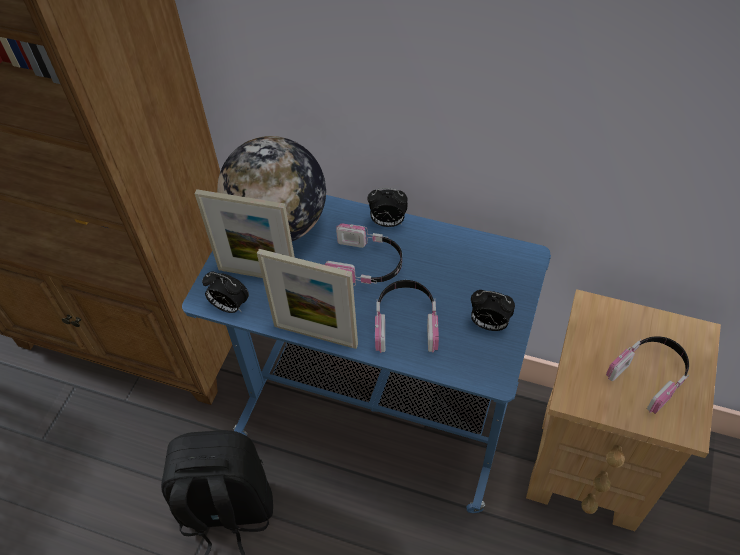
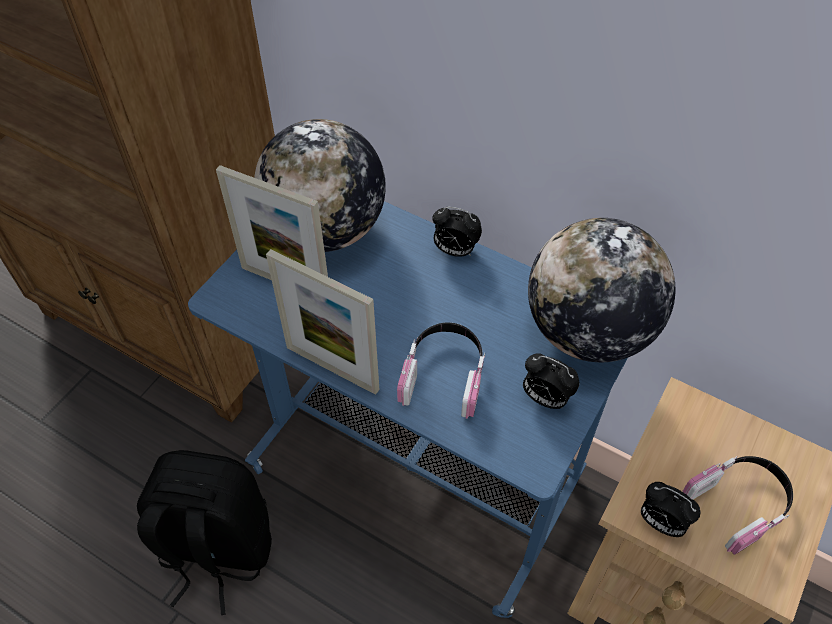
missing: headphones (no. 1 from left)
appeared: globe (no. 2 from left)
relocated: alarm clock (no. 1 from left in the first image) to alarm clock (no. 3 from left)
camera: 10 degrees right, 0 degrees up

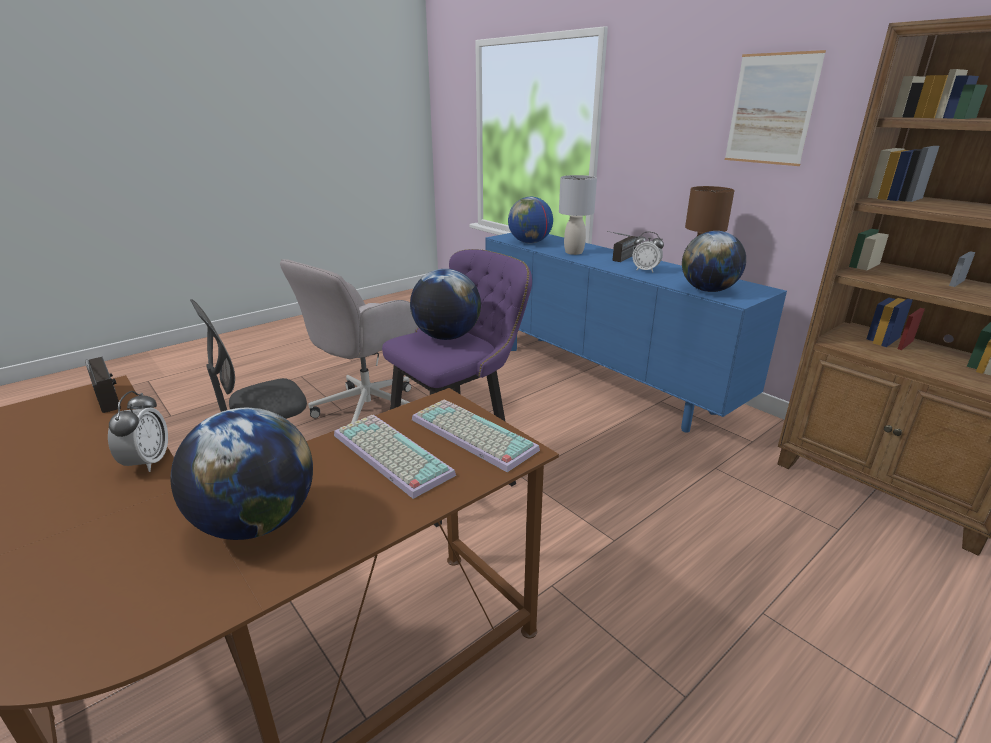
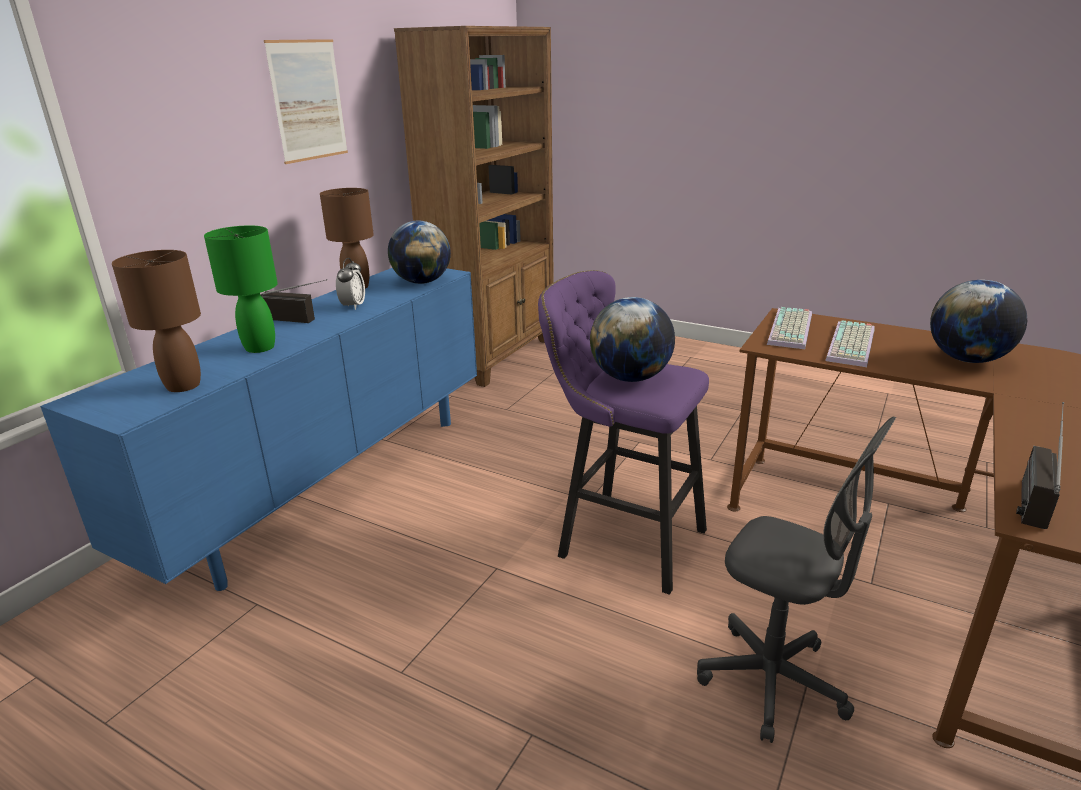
missing: alarm clock (no. 1 from left); grey office chair (no. 2 from left)
exchanged: globe (no. 3 from left) to brown table lamp (no. 1 from left)
colour: grey table lamp to green table lamp
camera: 110 degrees left, 0 degrees up

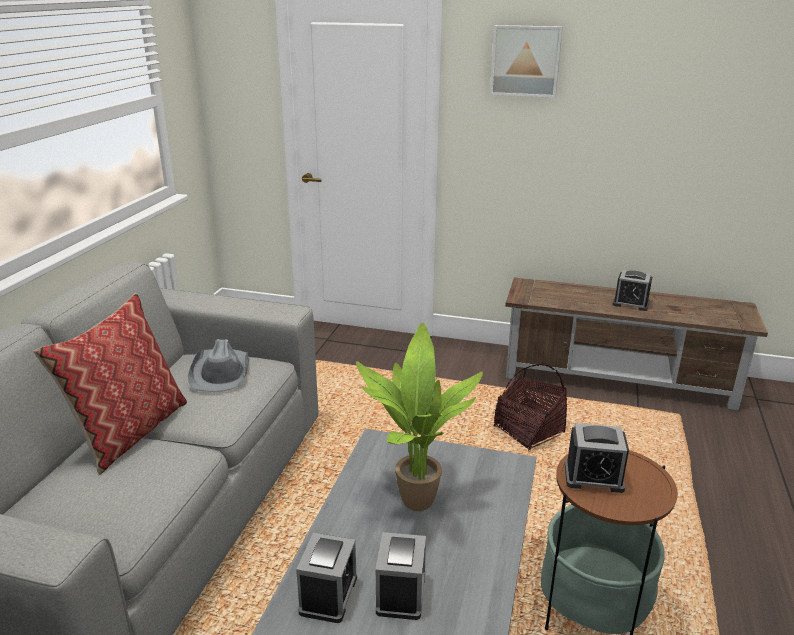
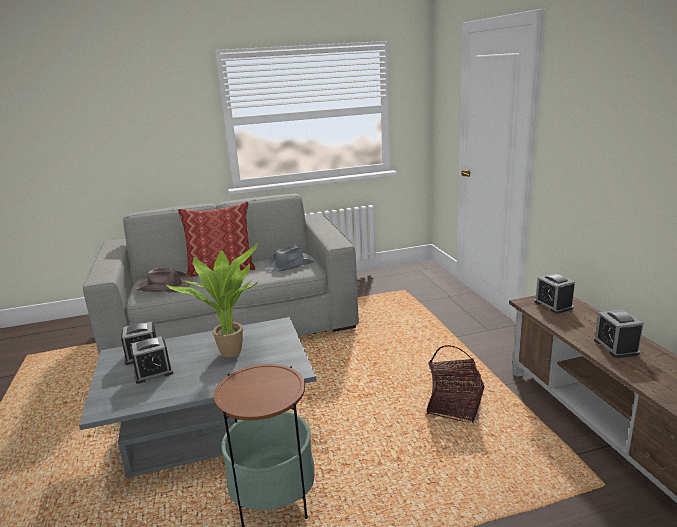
missing: picture
appeared: brown hat
relocated: alarm clock (no. 3 from left)
camera: 60 degrees right, 5 degrees down

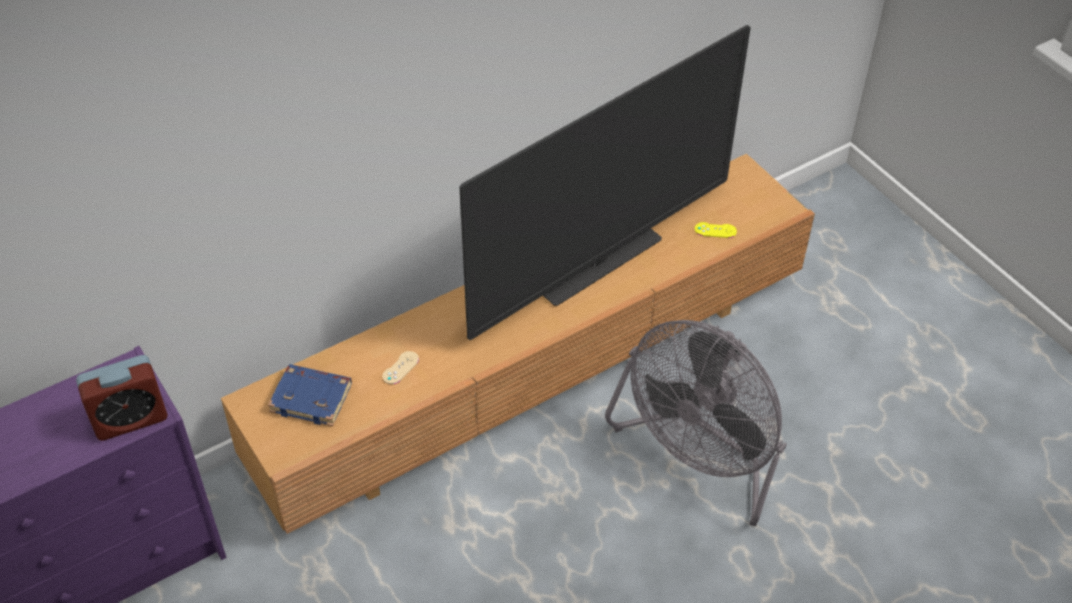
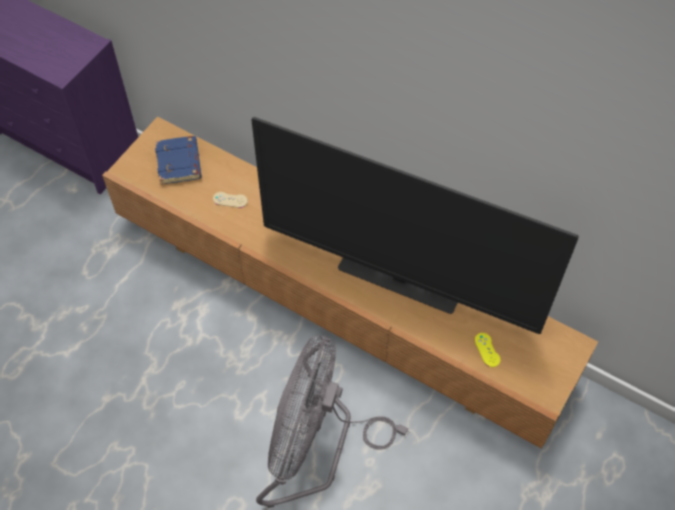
missing: alarm clock
camera: 65 degrees right, 10 degrees up

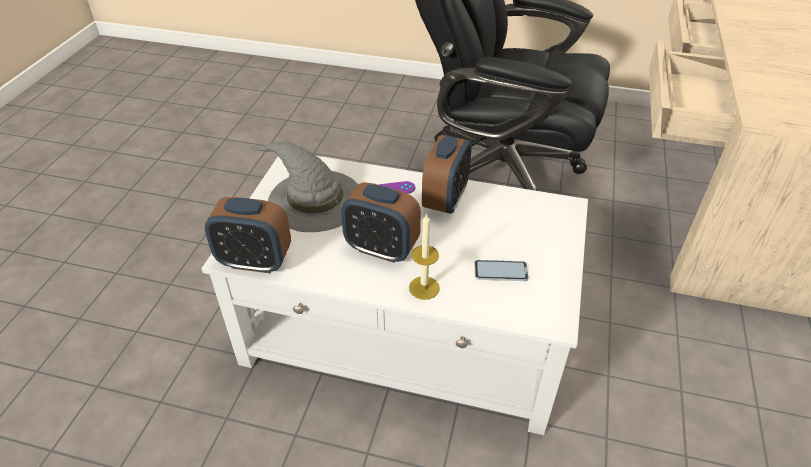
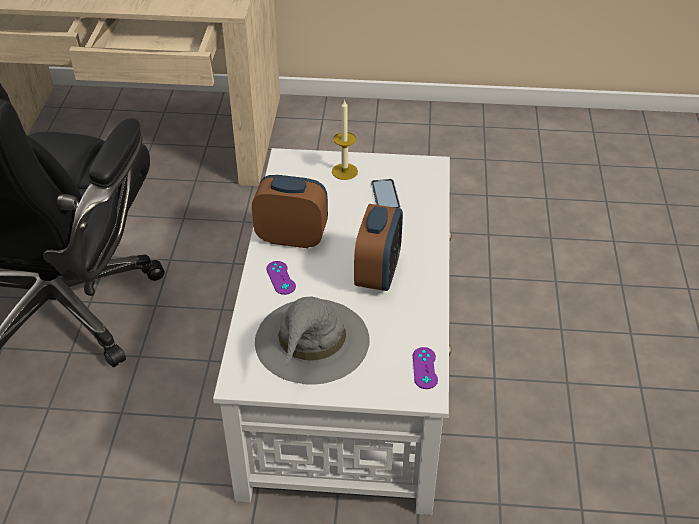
relocated: candle
exchanged: alarm clock (no. 1 from left) to purple game controller (no. 2 from left)
camera: 100 degrees left, 0 degrees up

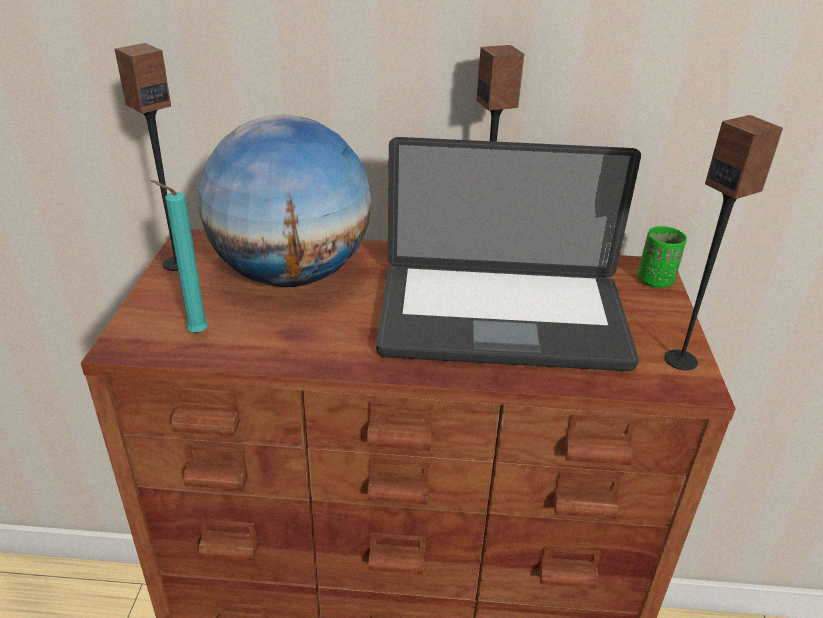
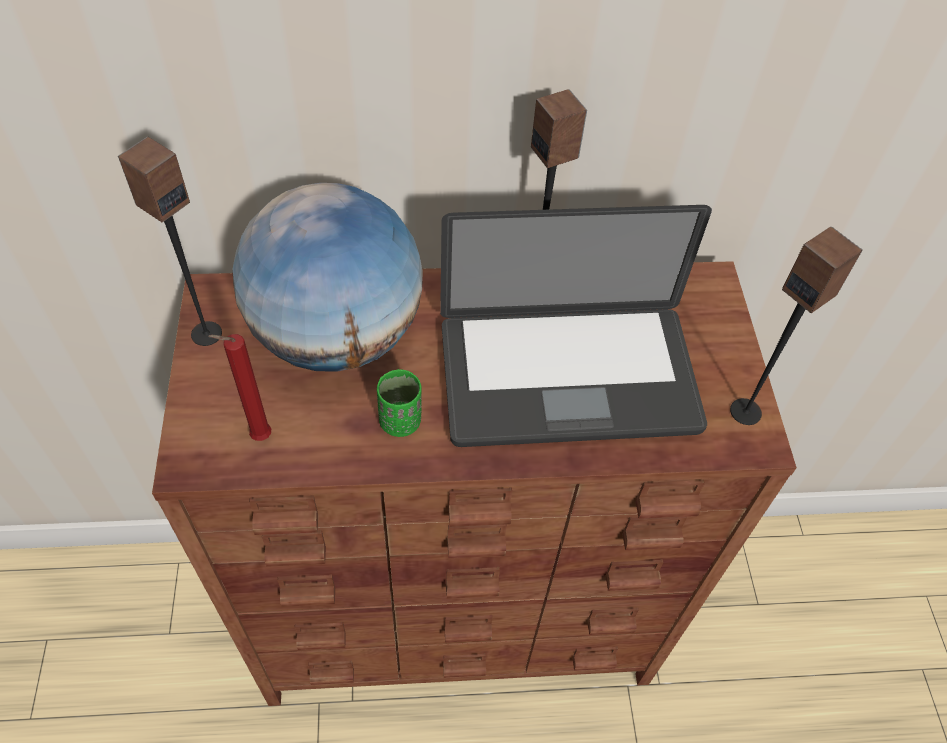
relocated: green cup
colour: turquoise candle to red candle
camera: 10 degrees left, 20 degrees up

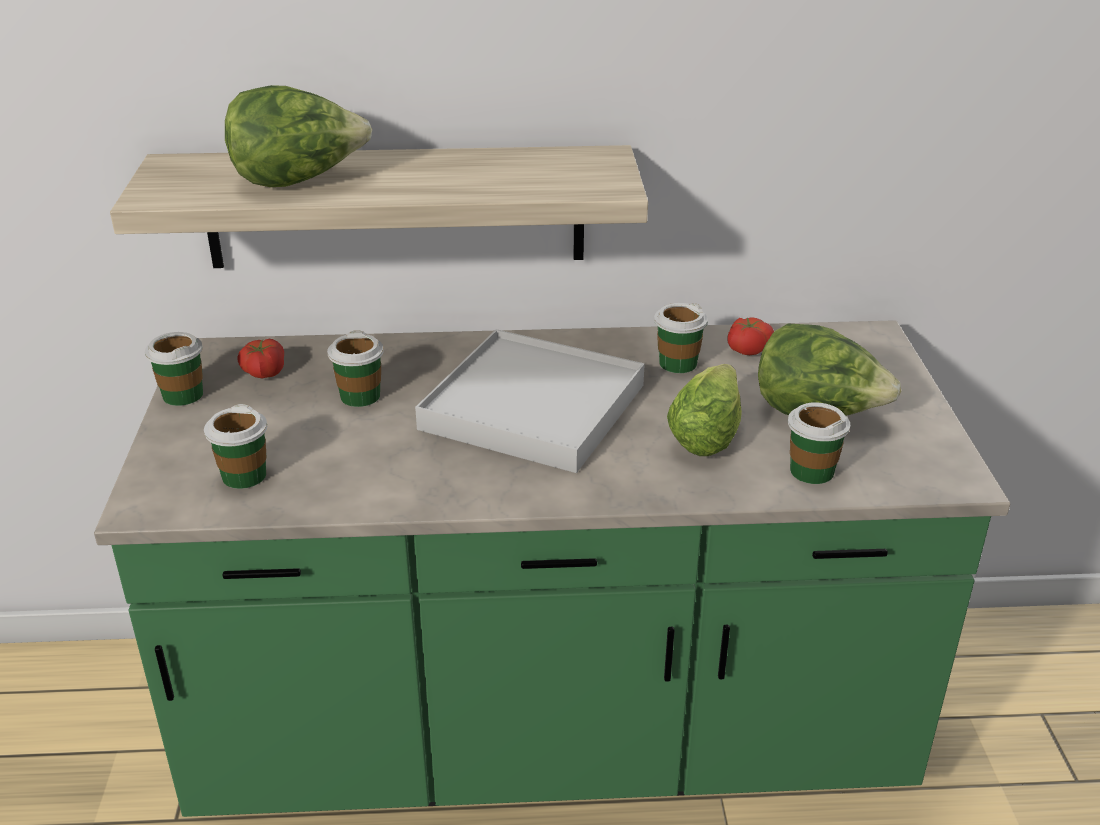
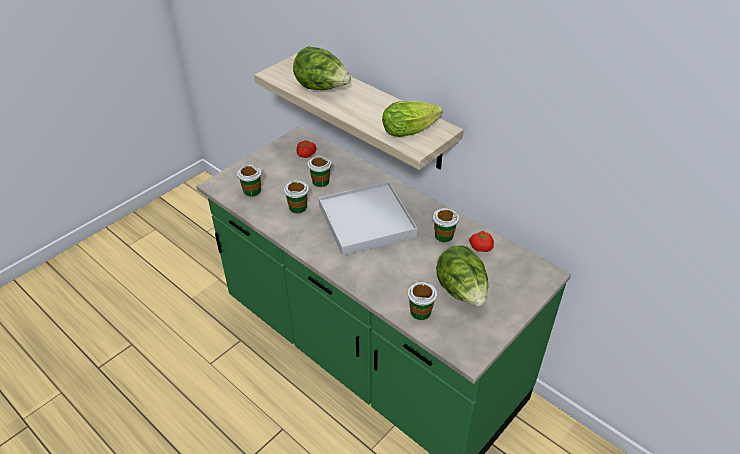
relocated: cup (no. 1 from left in the first image) to cup (no. 2 from left); lettuce (no. 2 from left)
camera: 45 degrees right, 10 degrees up

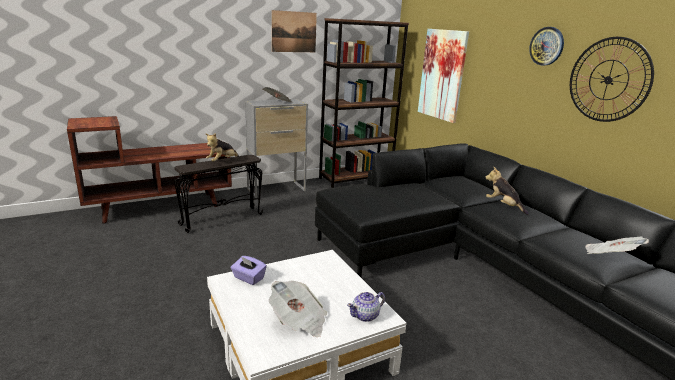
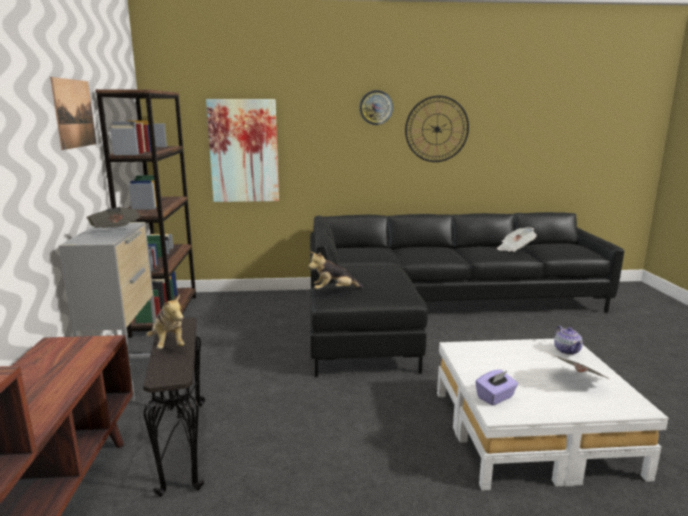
relocated: plush toy (no. 2 from left)
camera: 65 degrees left, 5 degrees down

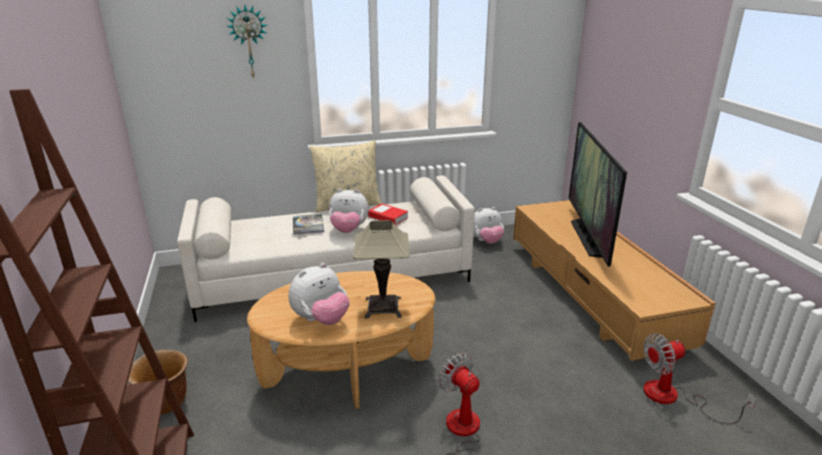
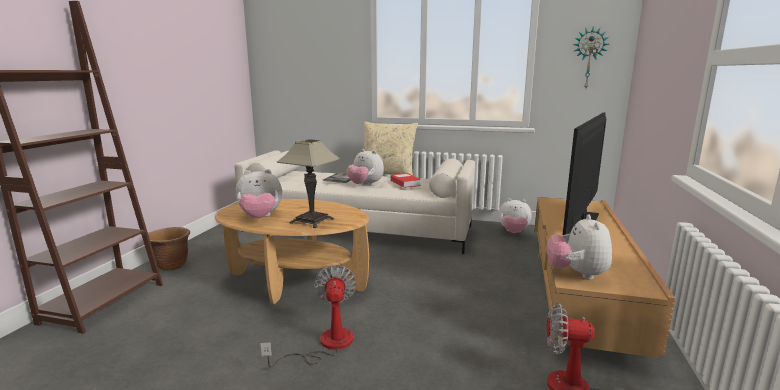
appeared: plush toy (no. 4 from left)
relocated: wall clock
camera: 30 degrees right, 10 degrees down

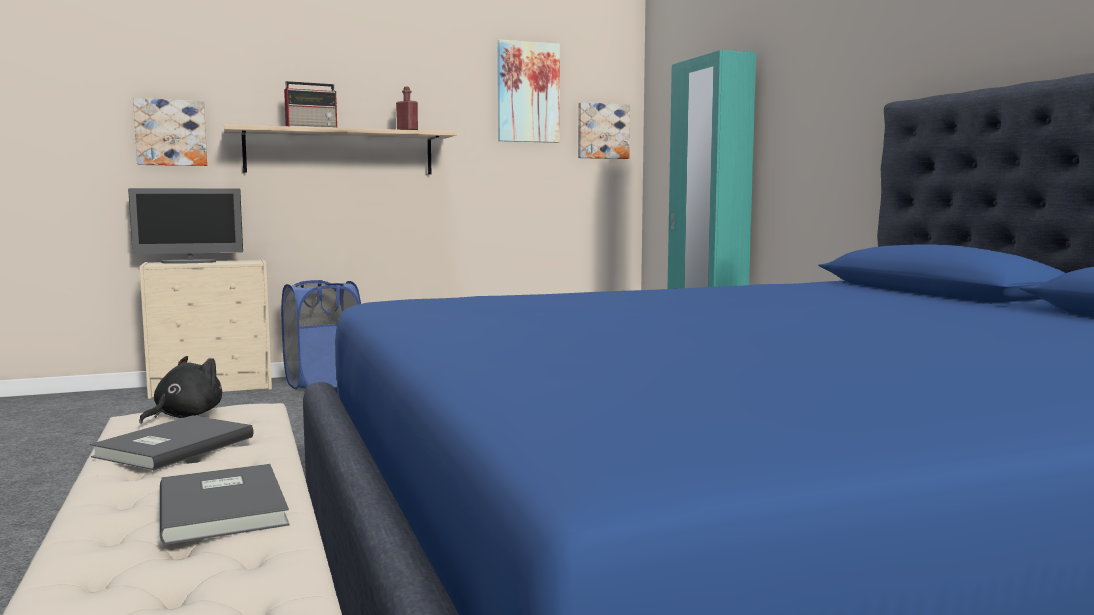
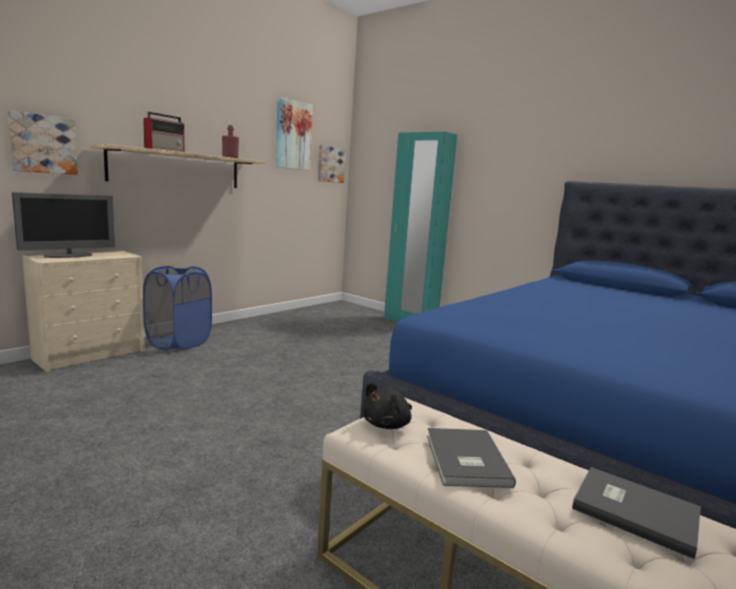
spun: black plush toy 135 degrees counterclockwise
camera: 30 degrees left, 5 degrees up

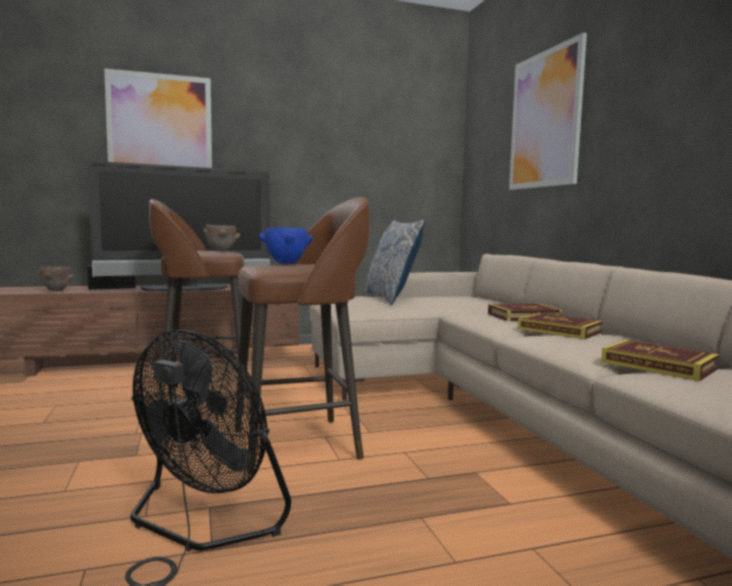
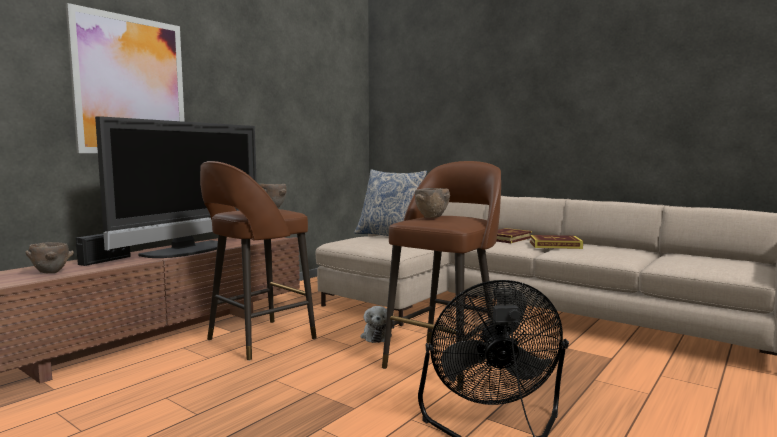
missing: picture (no. 2 from left); book (no. 3 from left)
appeared: plush toy
colour: blue bowl to brown bowl (no. 3 from left)
camera: 35 degrees left, 0 degrees up

